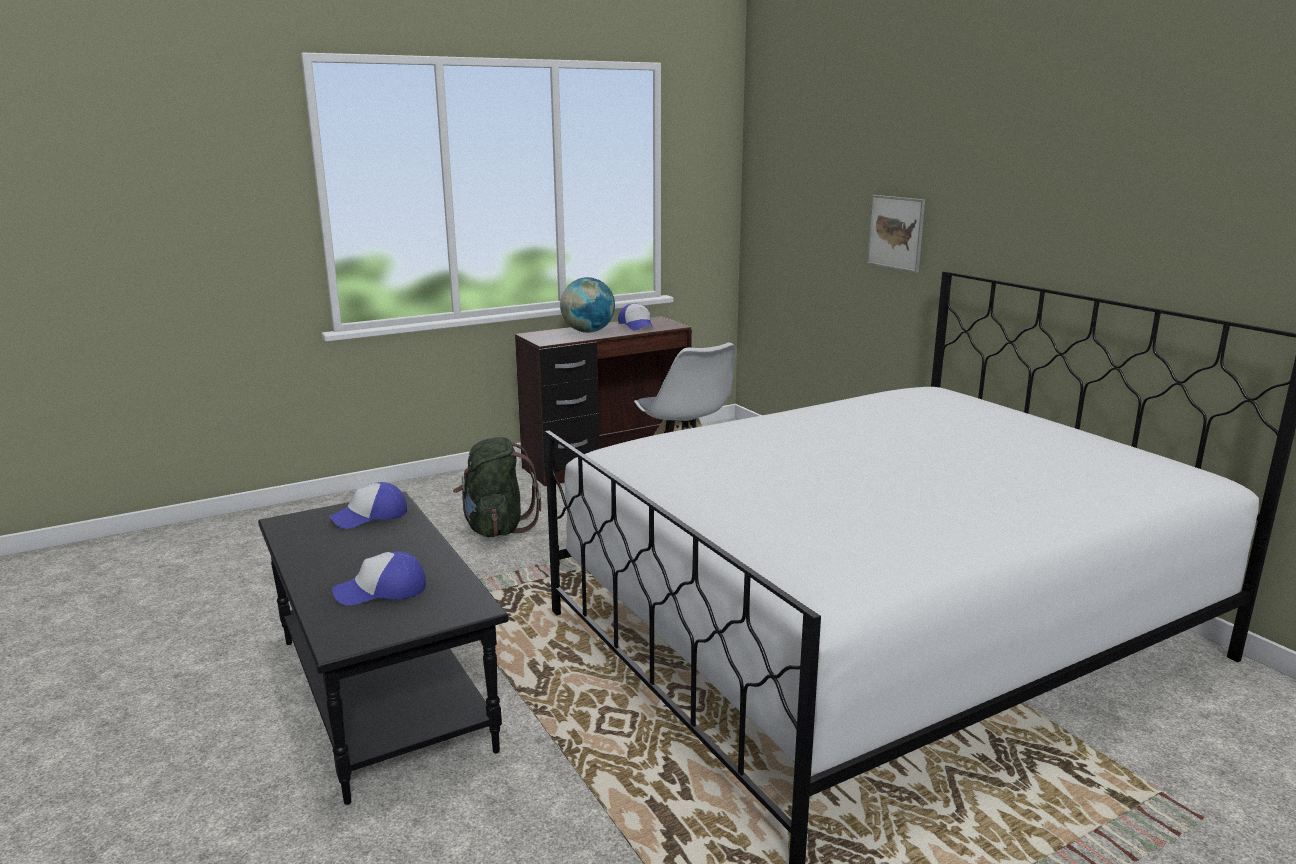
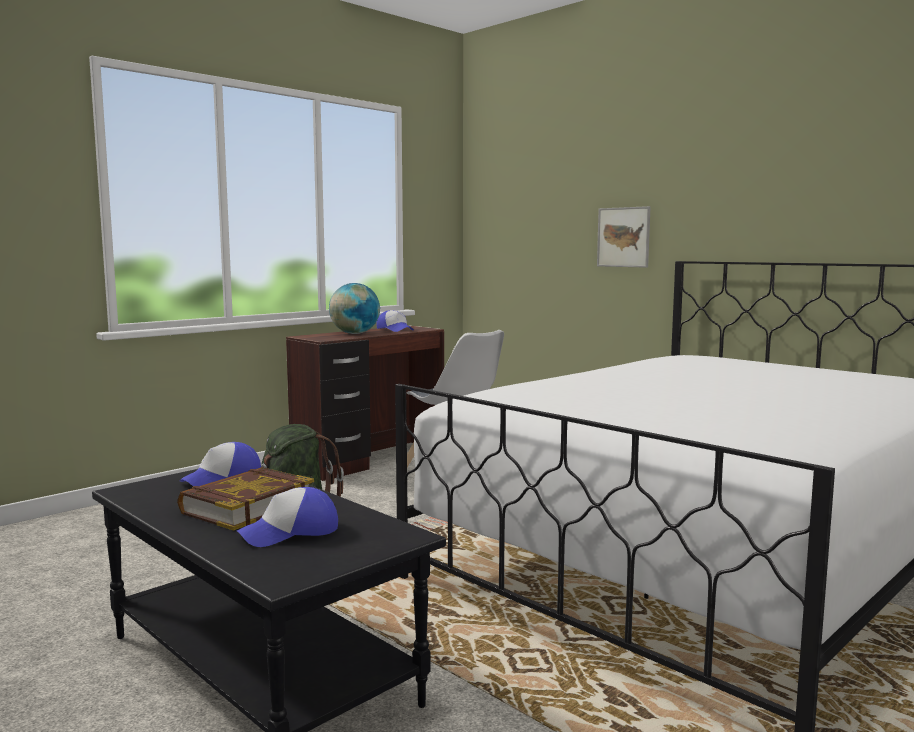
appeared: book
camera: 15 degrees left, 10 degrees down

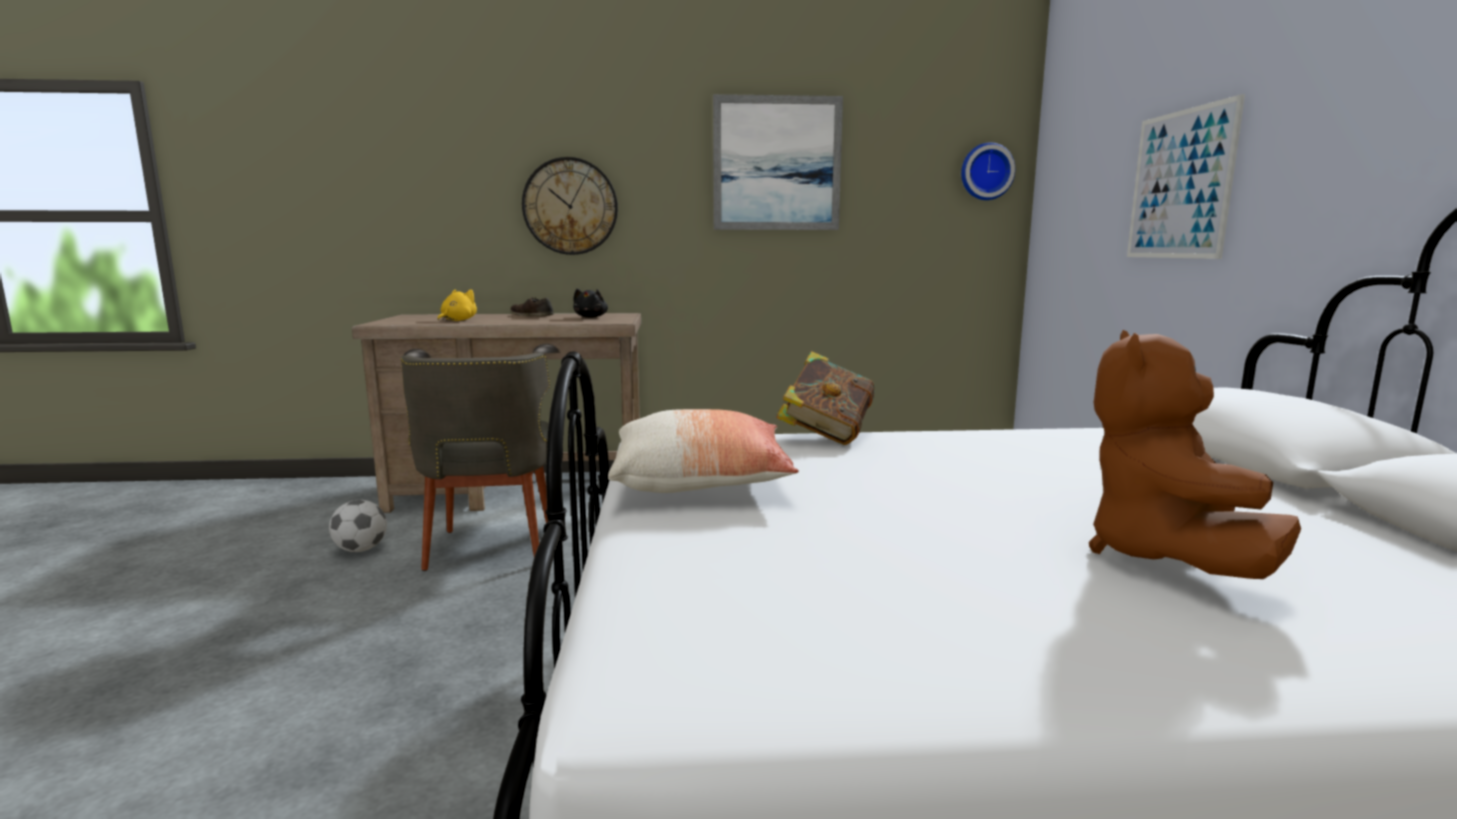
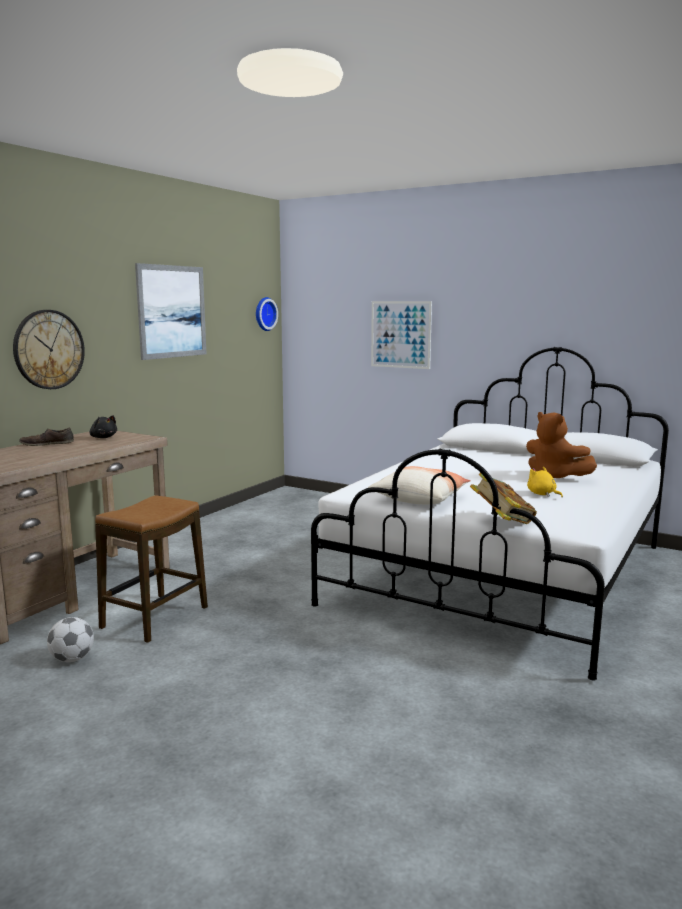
relocated: yellow plush toy; book
exchanged: grey chair to stool
camera: 55 degrees left, 0 degrees up

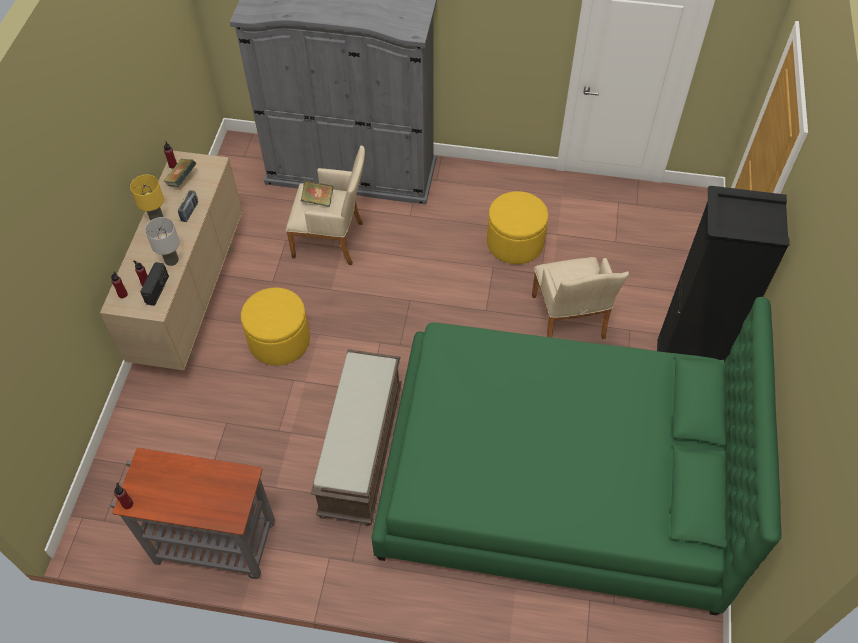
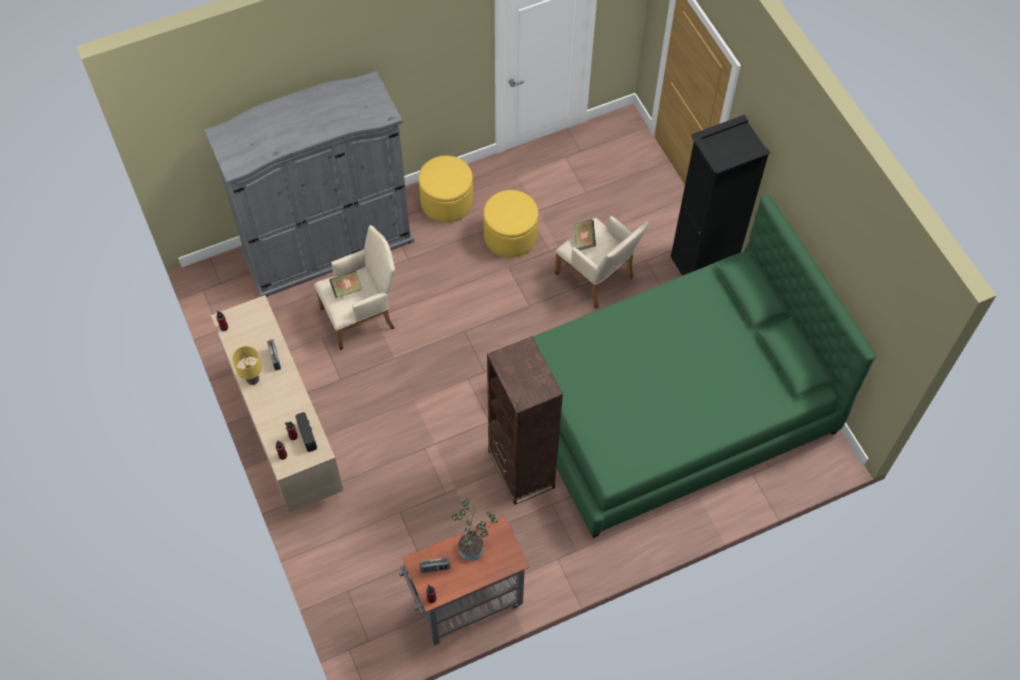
missing: white table lamp
appeared: radio (no. 3 from left); potted plant
relocated: book (no. 1 from left in the first image) to book (no. 2 from left); yellow ottoman (no. 1 from left)
exchanged: brown bench to brown bookcase
camera: 35 degrees left, 5 degrees up

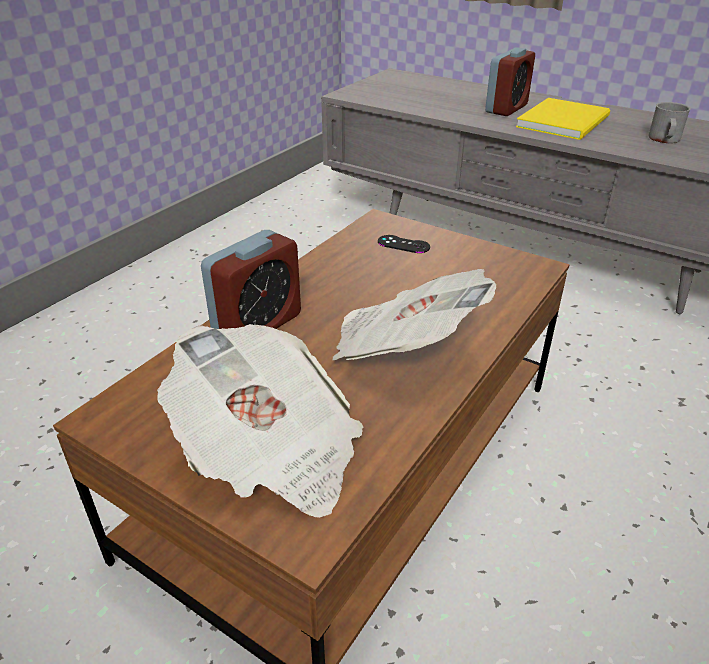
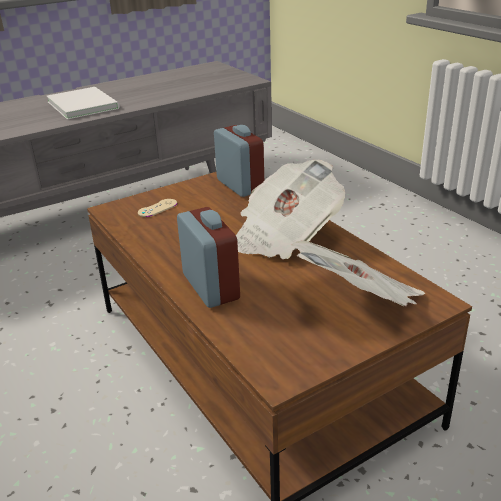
missing: grey mug
relocated: alarm clock (no. 2 from left)
colour: black game controller to beige game controller; yellow book to white book
camera: 65 degrees left, 5 degrees down

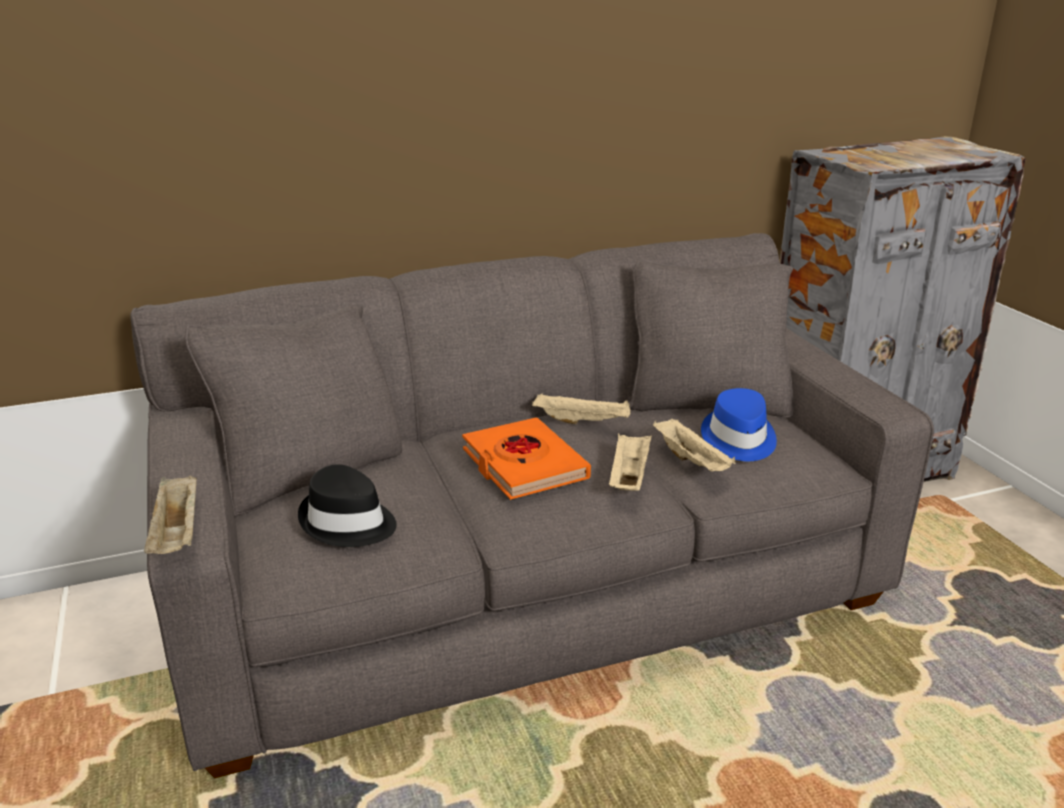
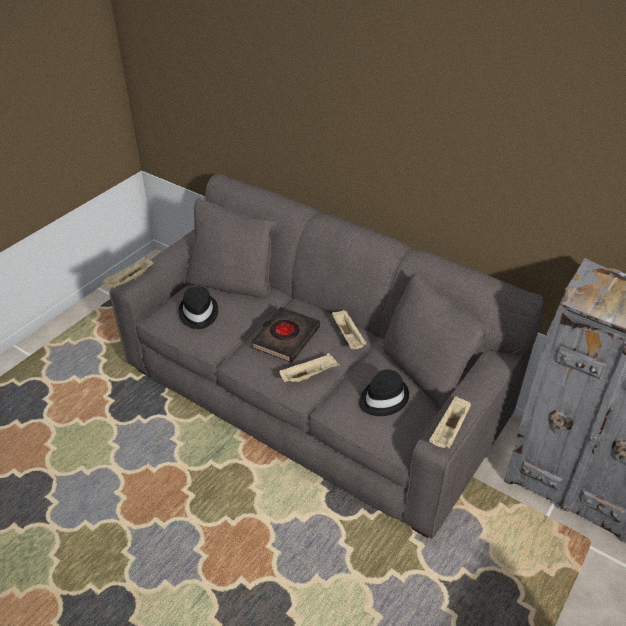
relocated: beige tray (no. 4 from left)
colour: orange book to black book; blue hat to black hat (no. 2 from left)
camera: 55 degrees right, 15 degrees up

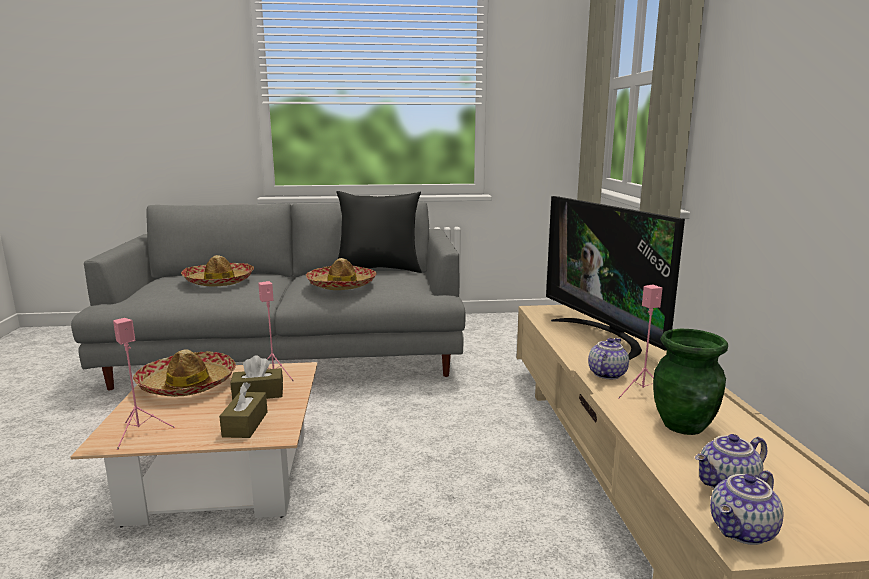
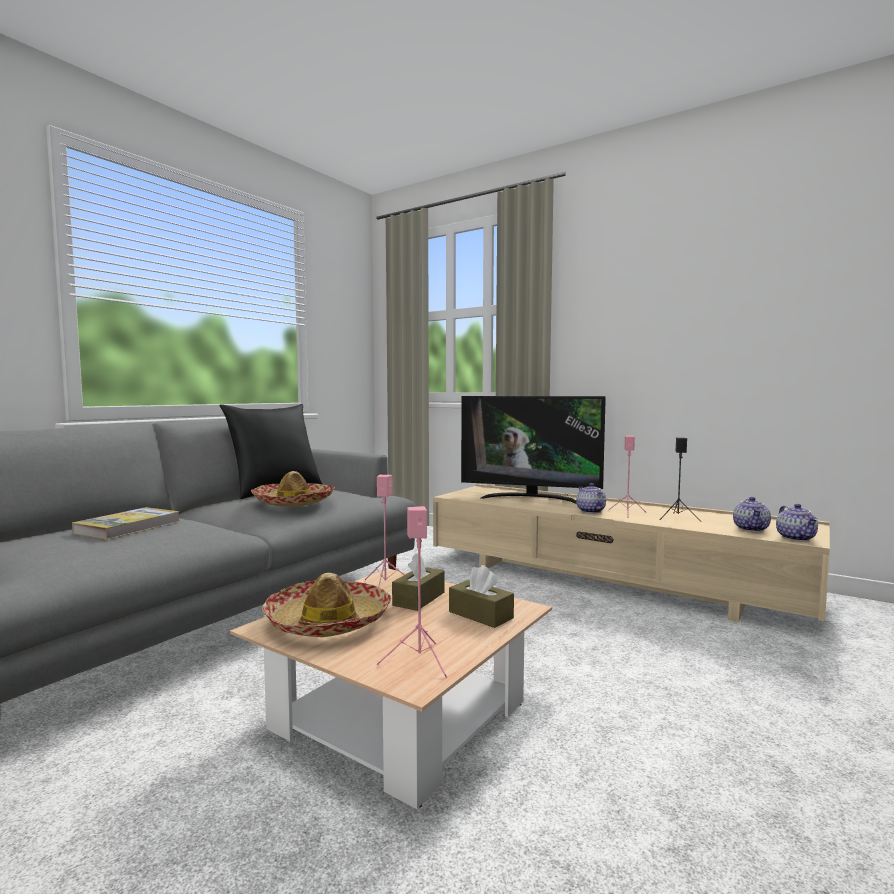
exchanged: hat (no. 2 from left) to book; green vase to black speaker
camera: 50 degrees left, 10 degrees down

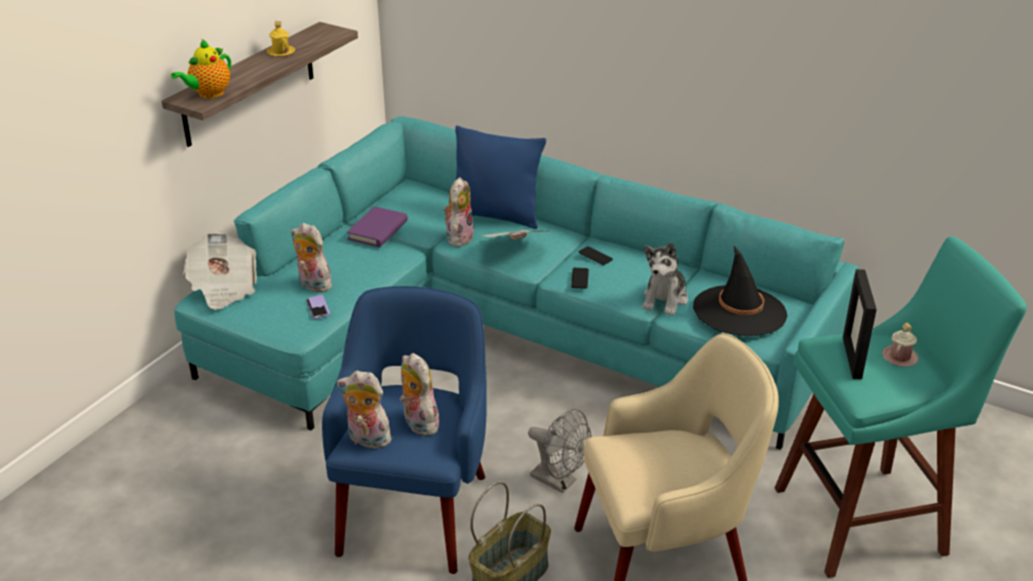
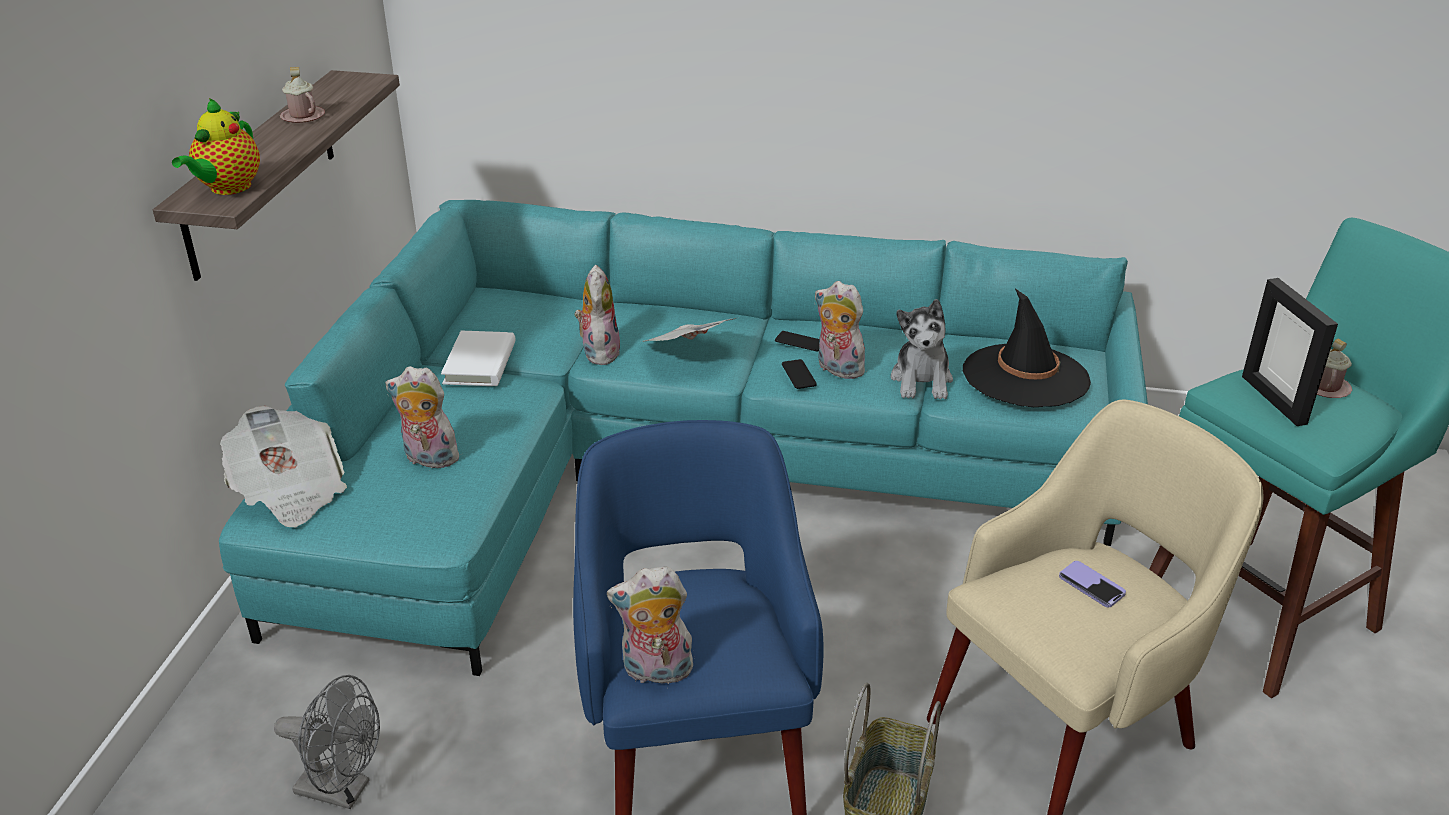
missing: blue pillow
relocated: phone (no. 1 from left in the first image) to phone (no. 3 from left); plush toy (no. 3 from left in the first image) to plush toy (no. 4 from left); grey fan
colour: yellow mug to pink mug (no. 1 from left); purple book to white book
camera: 20 degrees left, 0 degrees up

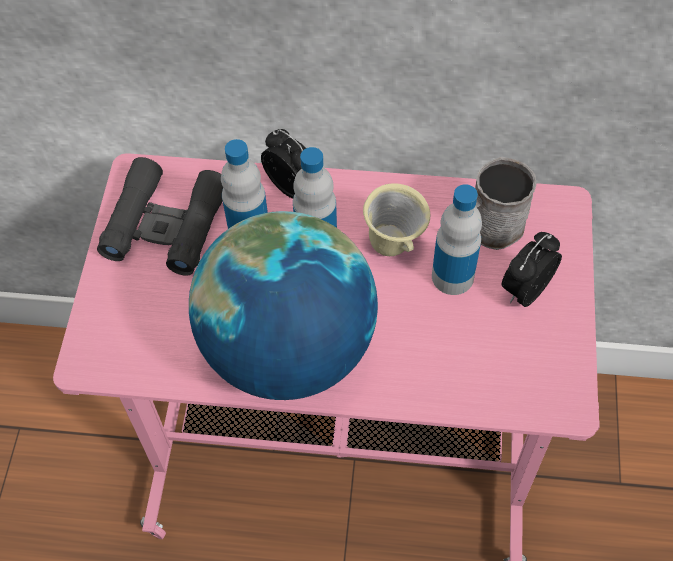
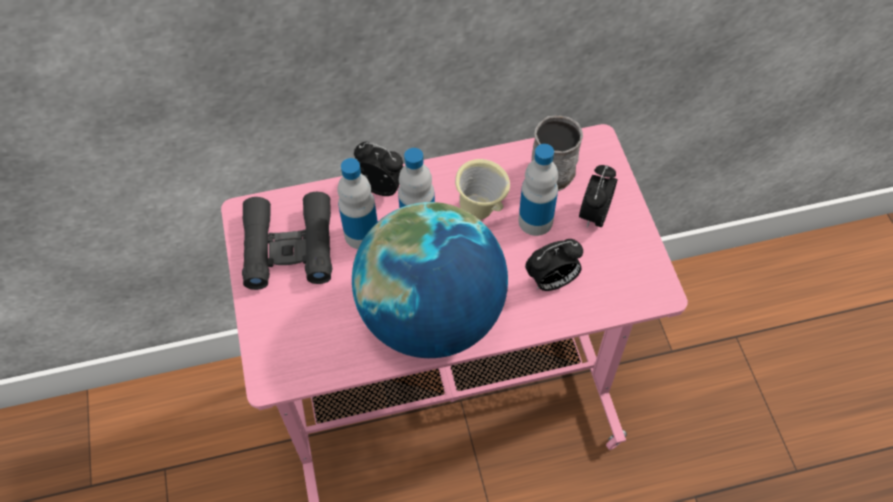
appeared: alarm clock (no. 2 from left)
camera: 20 degrees left, 0 degrees up

